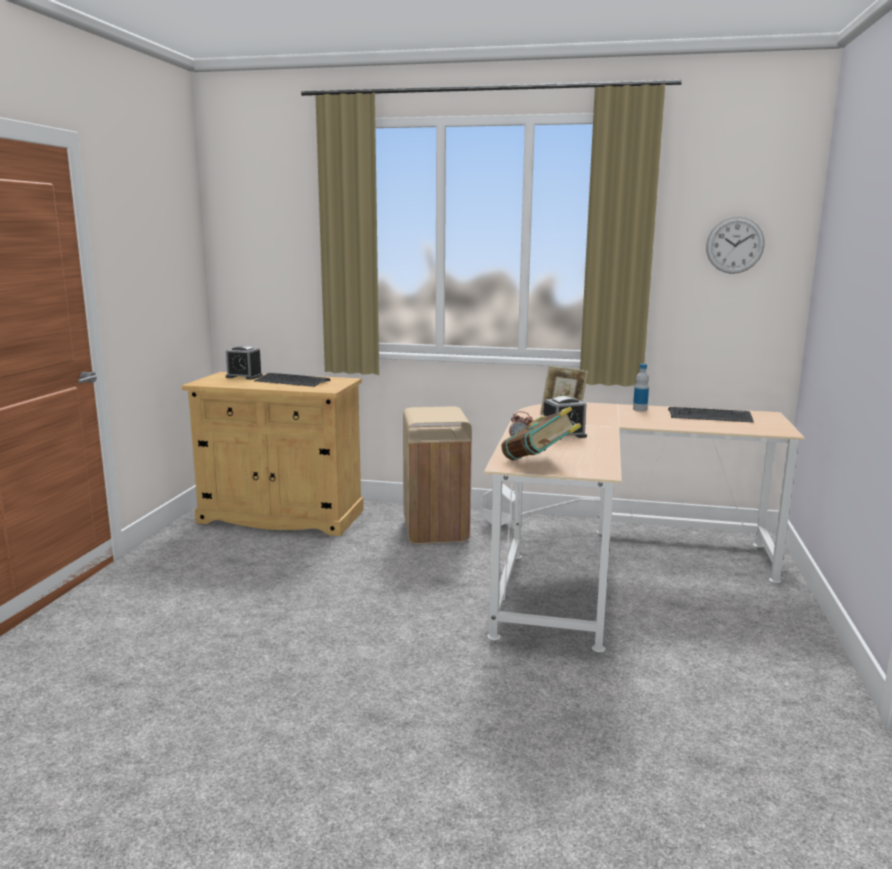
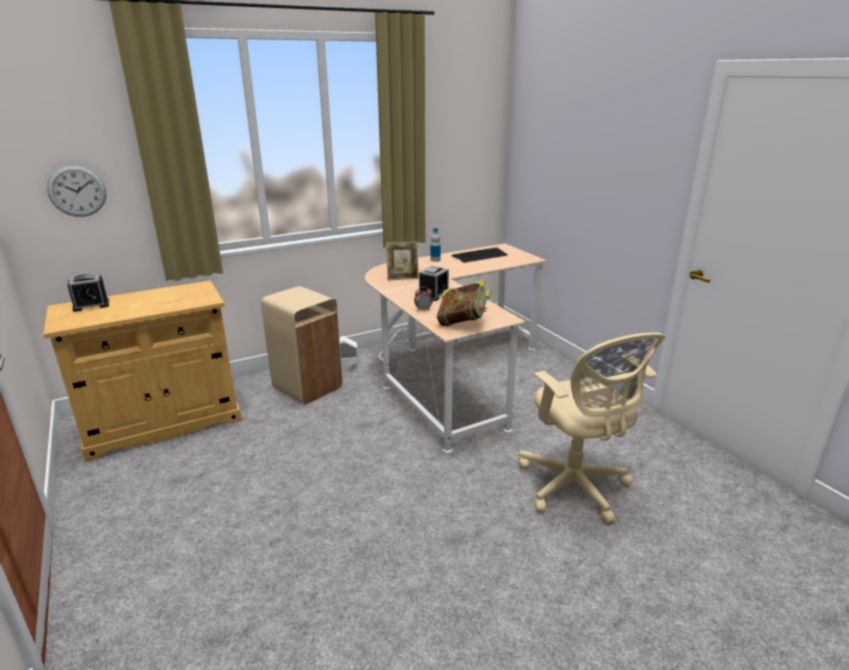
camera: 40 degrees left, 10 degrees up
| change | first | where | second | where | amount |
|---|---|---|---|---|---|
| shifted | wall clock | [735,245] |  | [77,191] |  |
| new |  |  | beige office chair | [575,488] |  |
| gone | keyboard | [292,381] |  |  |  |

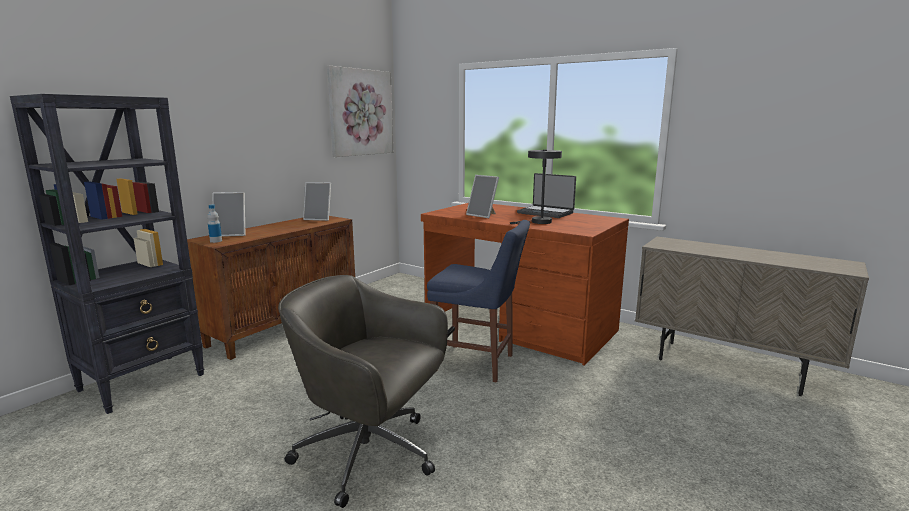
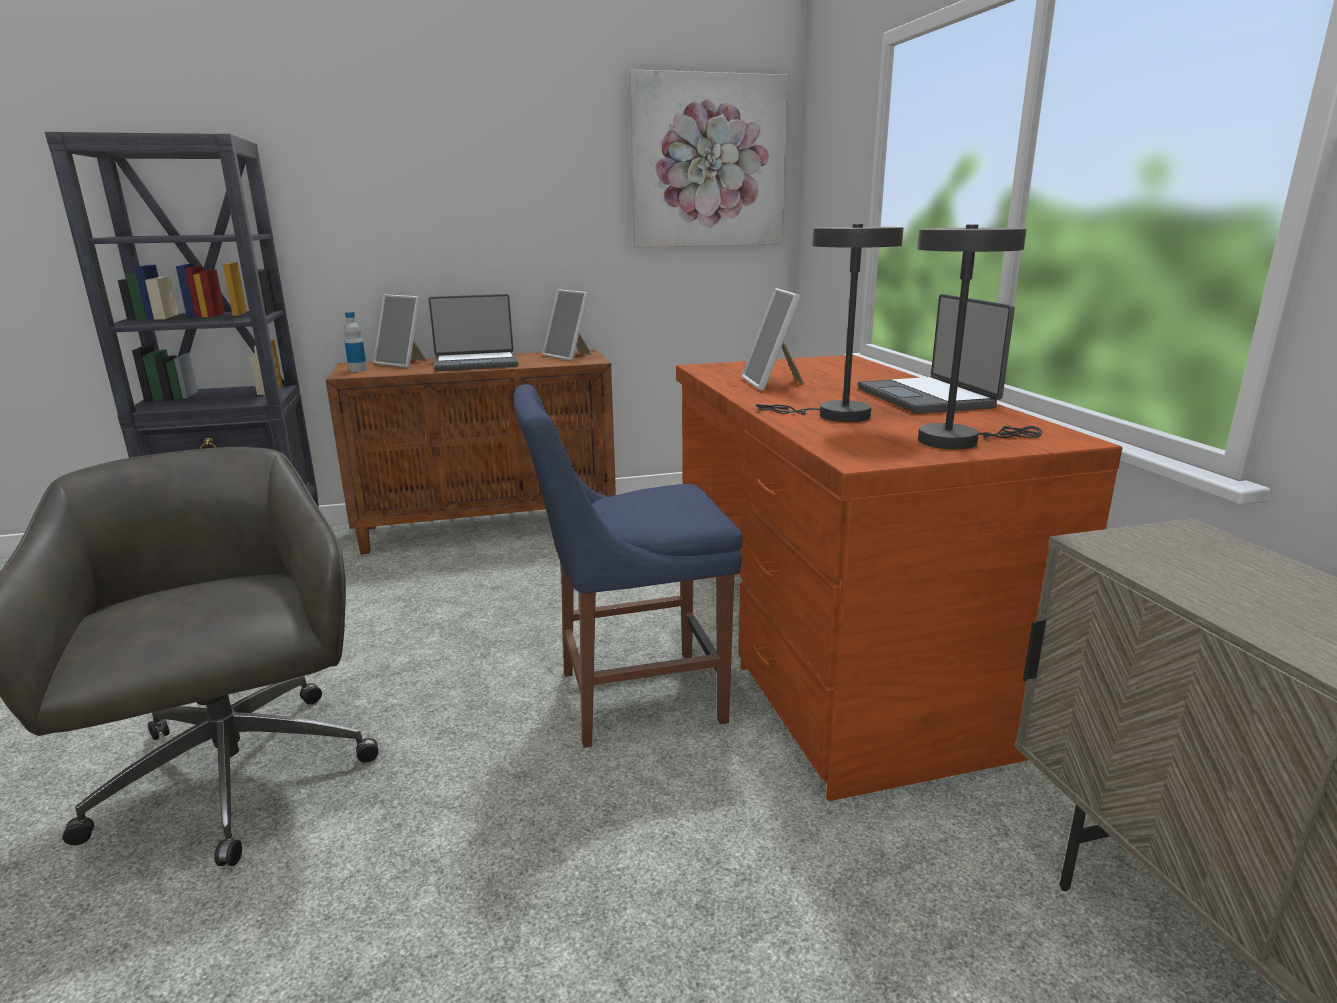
camera: 40 degrees right, 5 degrees up
| change | first | where | second | where | amount |
|---|---|---|---|---|---|
| new |  |  | laptop | [476,363] |  |
| rotated | blue chair | [478,363] |  | [631,697] | 105 degrees clockwise |
| new |  |  | grey table lamp | [957,440] |  |

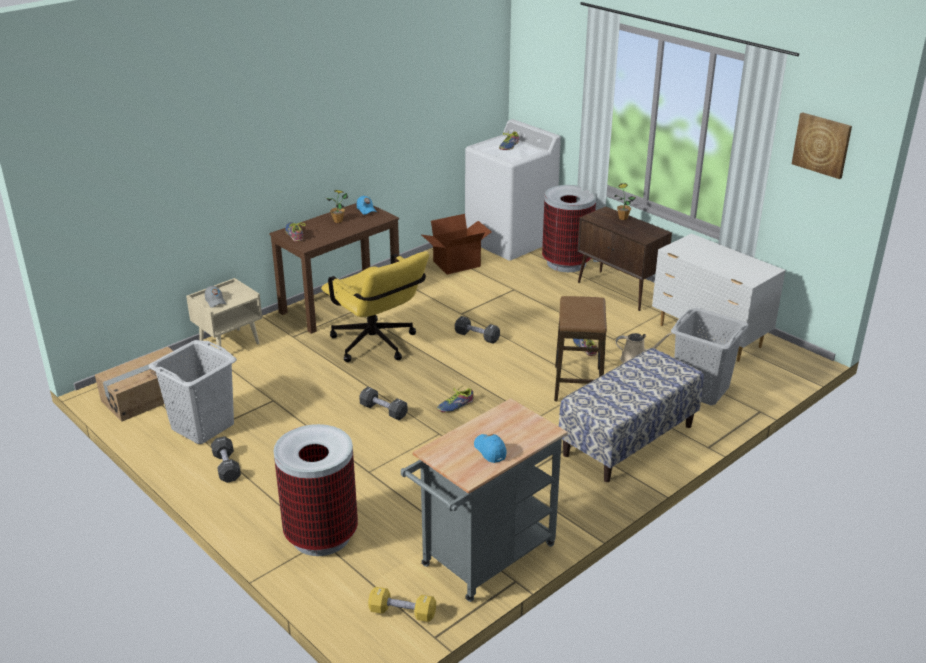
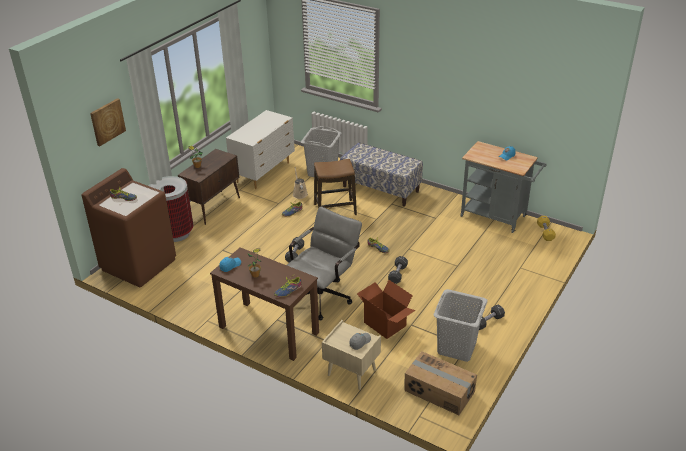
camera: 105 degrees left, 5 degrees up
| change | first | where | second | where | amount |
|---|---|---|---|---|---|
| repainted | white washing machine | [510,241] | brown washing machine | [139,264] |  |
| shifted | picture | [822,145] |  | [107,121] |  |
| repainted | yellow office chair | [377,346] | grey office chair | [324,295] |  |
| shifted | cardboard box | [457,264] |  | [385,324] |  |
| gone | trash can | [321,535] |  |  |  |

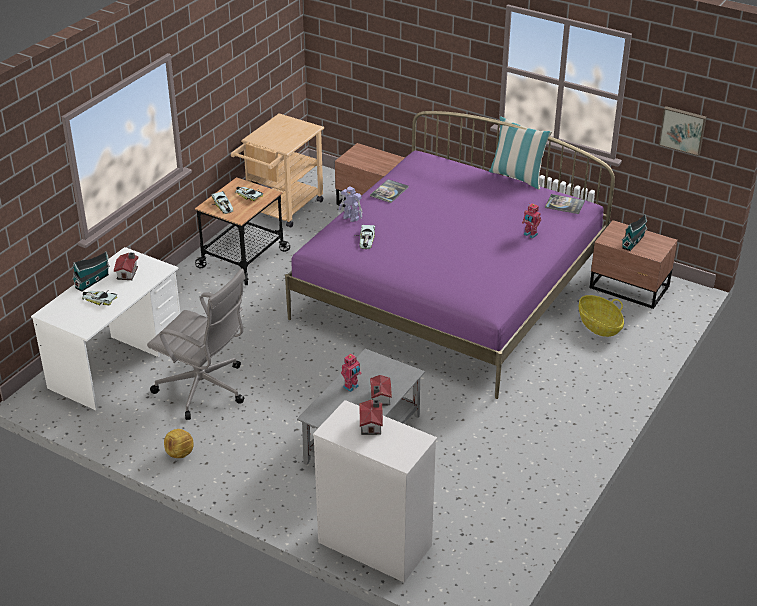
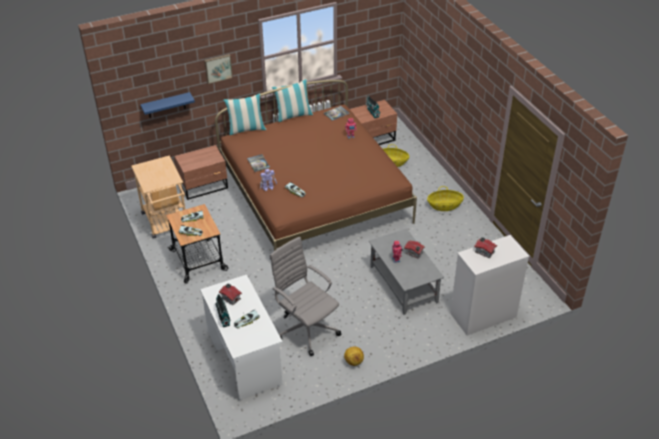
camera: 55 degrees left, 5 degrees up
| change | first | where | second | where | amount |
|---|---|---|---|---|---|
| new |  |  | blue shelf | [166,105] |  |
| shifted | picture | [683,130] |  | [218,68] |  |
| repainted | purple bed | [450,291] | brown bed | [314,196] |  |
| new |  |  | pillow | [246,129] |  |
| rotated | grey office chair | [204,389] |  | [306,328] | 105 degrees counterclockwise |
| new |  |  | basket | [444,206] |  |

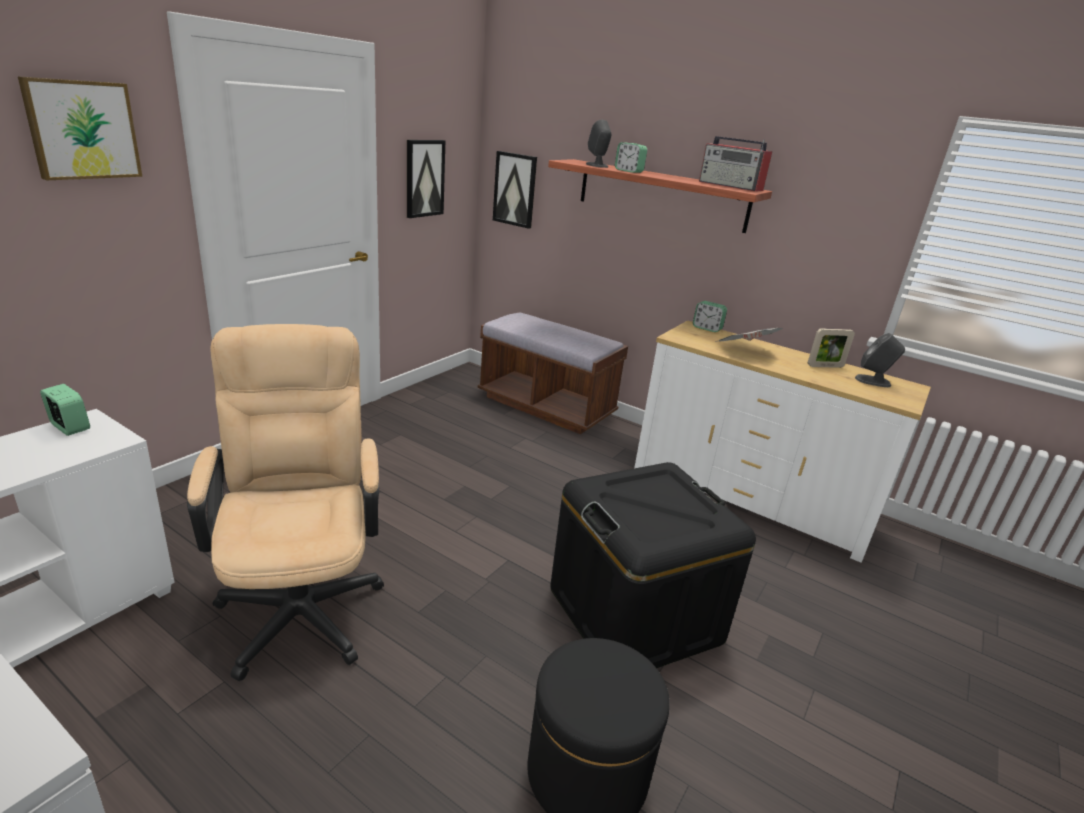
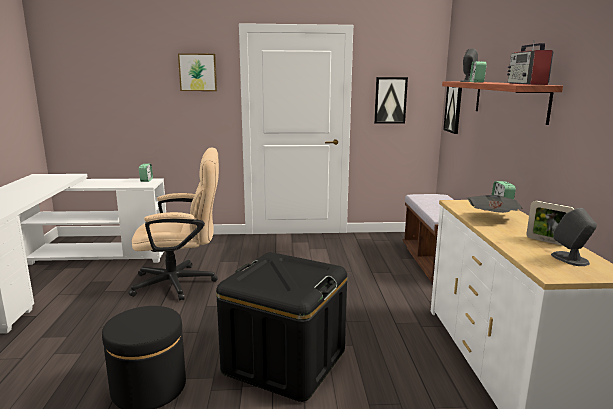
camera: 55 degrees right, 10 degrees down
| change | first | where | second | where | amount |
|---|---|---|---|---|---|
| rotated | beige office chair | [302,600] |  | [182,283] | 45 degrees clockwise |

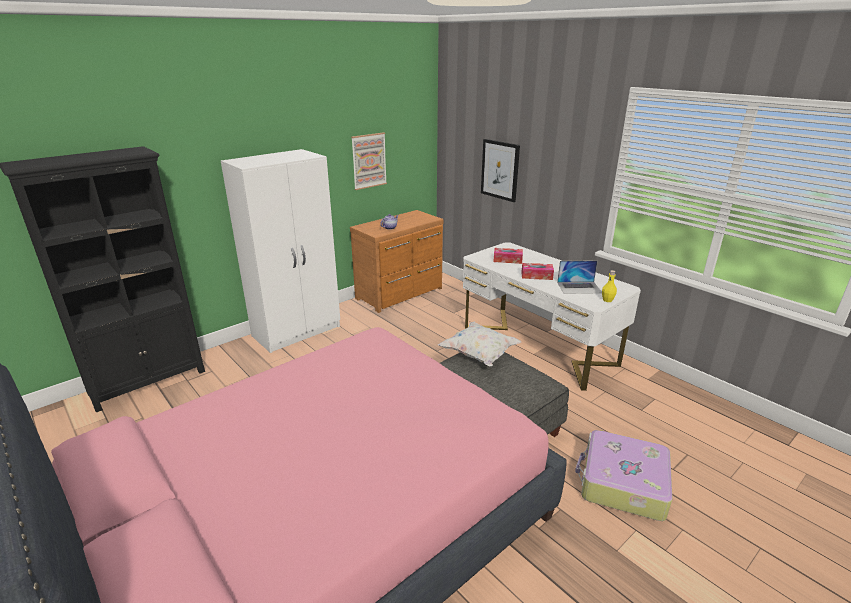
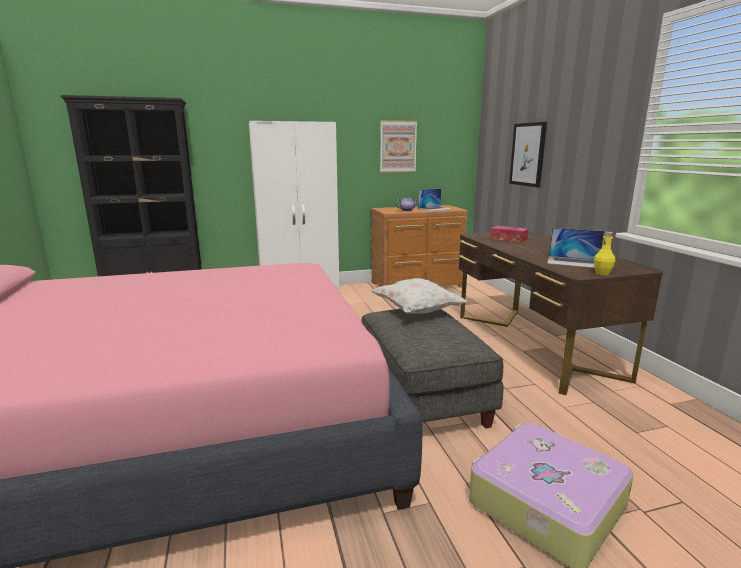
camera: 25 degrees right, 10 degrees down
| change | first | where | second | where | amount |
|---|---|---|---|---|---|
| new |  |  | laptop | [435,208] |  |
| repainted | white desk | [537,345] | brown desk | [533,344] |  |
| gone | tissue box | [536,276] |  |  |  |

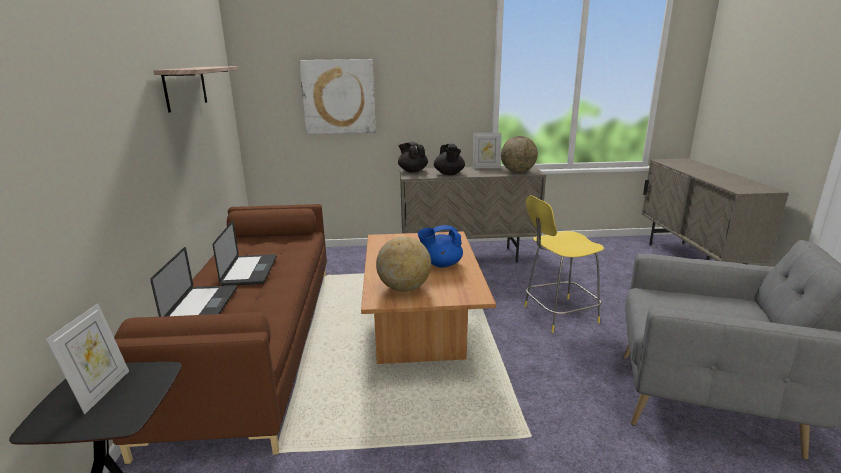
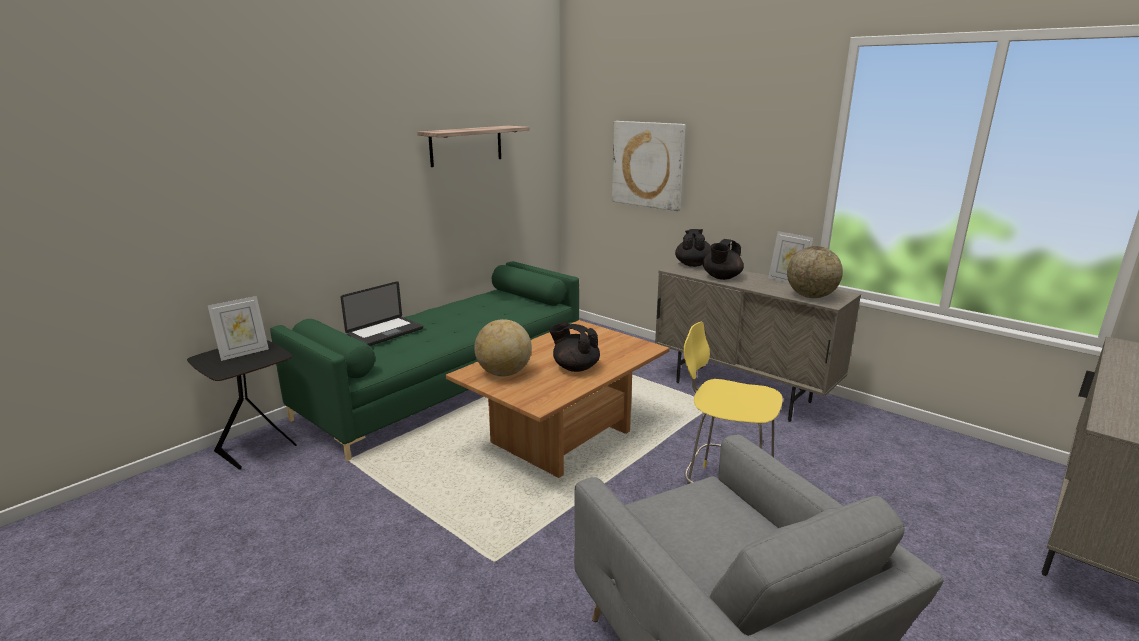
camera: 45 degrees right, 0 degrees up
| change | first | where | second | where | amount |
|---|---|---|---|---|---|
| repainted | brown sofa | [254,340] | green sofa | [448,383] |  |
| repainted | blue teapot | [441,264] | black teapot | [575,367] |  |
| gone | laptop | [250,271] |  |  |  |

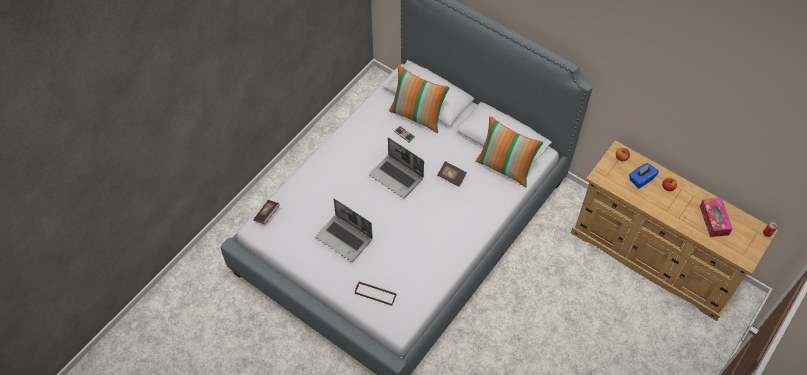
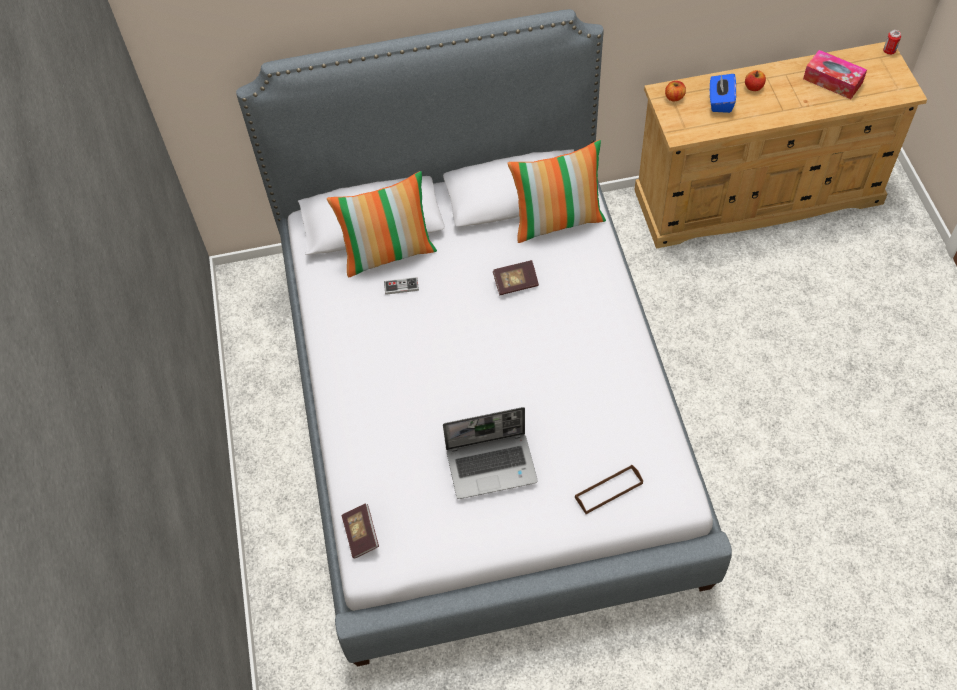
camera: 45 degrees left, 0 degrees up
| change | first | where | second | where | amount |
|---|---|---|---|---|---|
| gone | laptop | [397,177] |  |  |  |

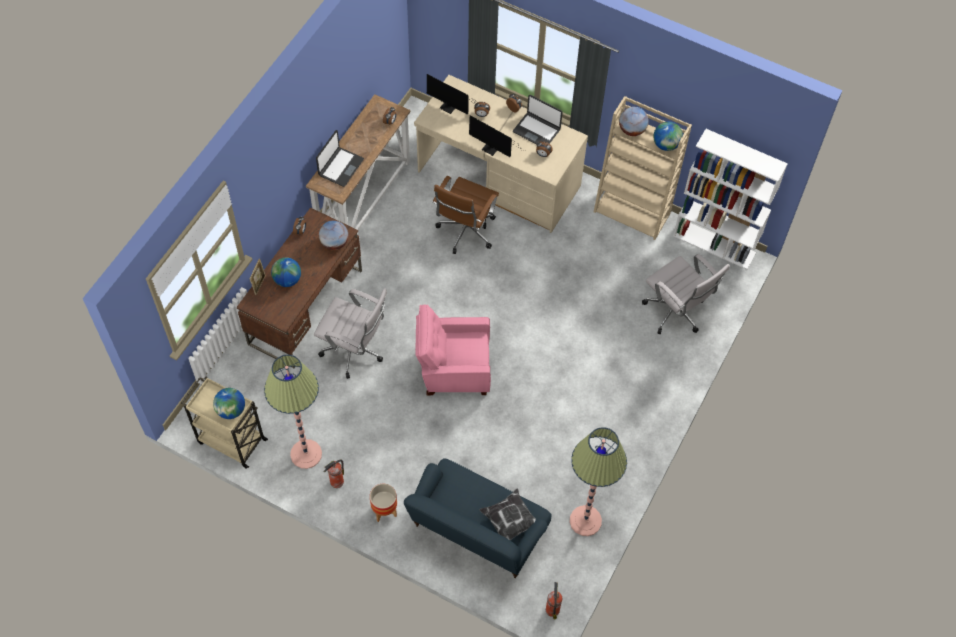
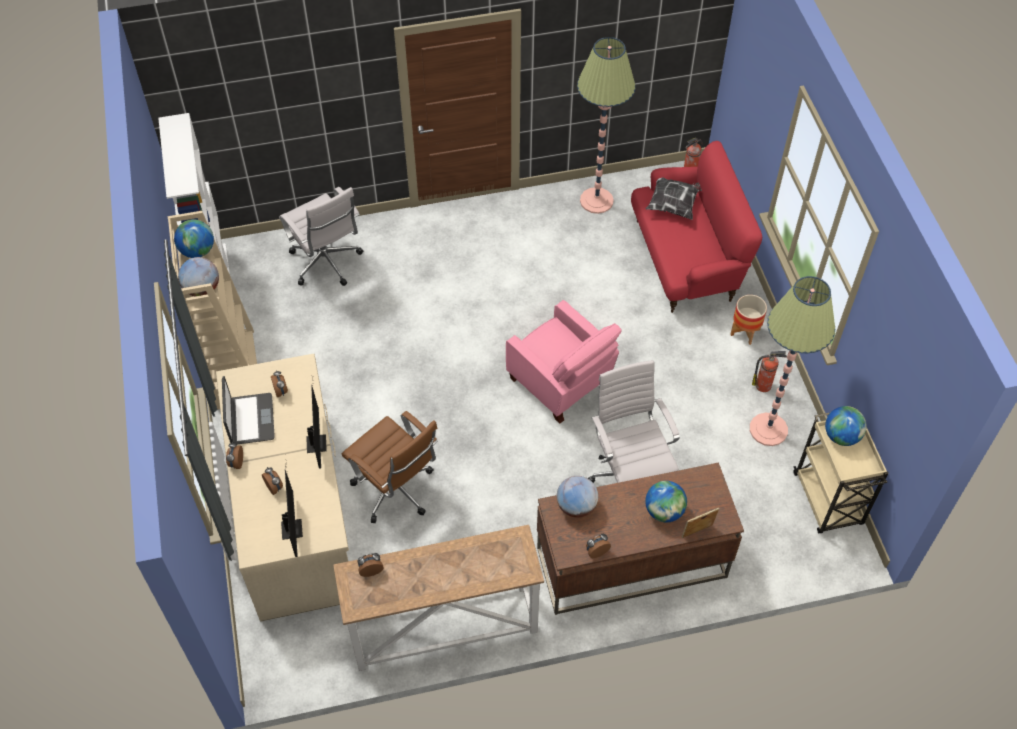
camera: 130 degrees left, 5 degrees down
| change | first | where | second | where | amount |
|---|---|---|---|---|---|
| rotated | white office chair | [676,313] |  | [327,264] | 135 degrees clockwise |
| rotated | brown office chair | [465,233] |  | [396,491] | 60 degrees clockwise |
| repainted | blue sofa | [477,531] | red sofa | [686,259] |  |
| gone | laptop | [340,167] |  |  |  |

